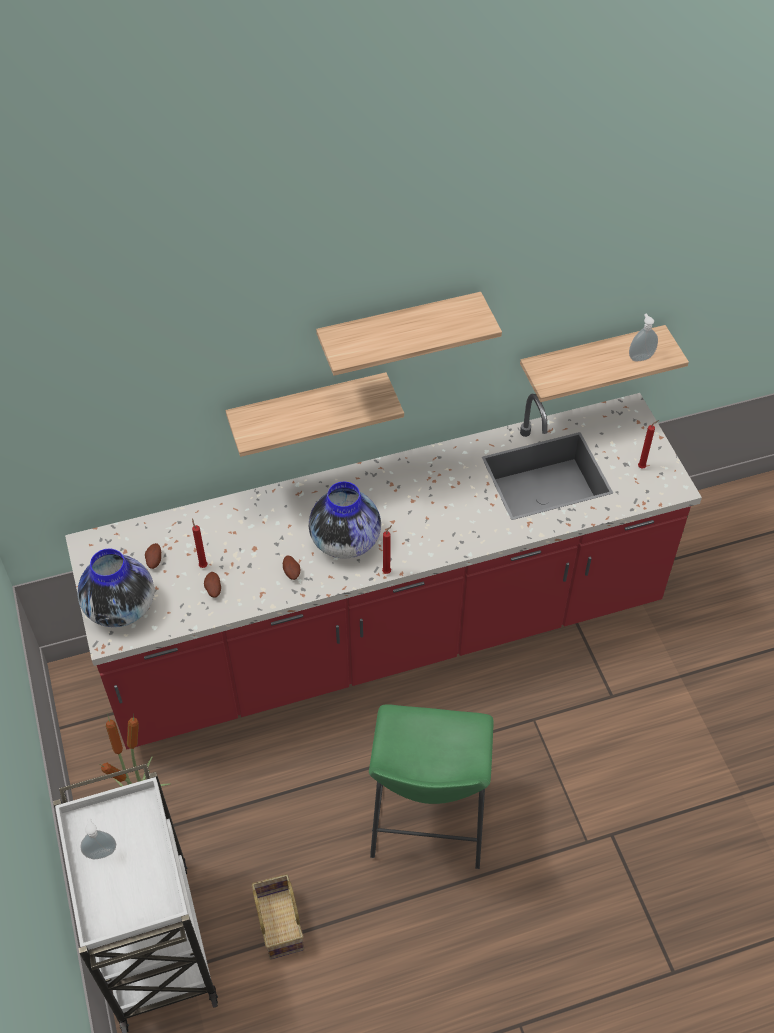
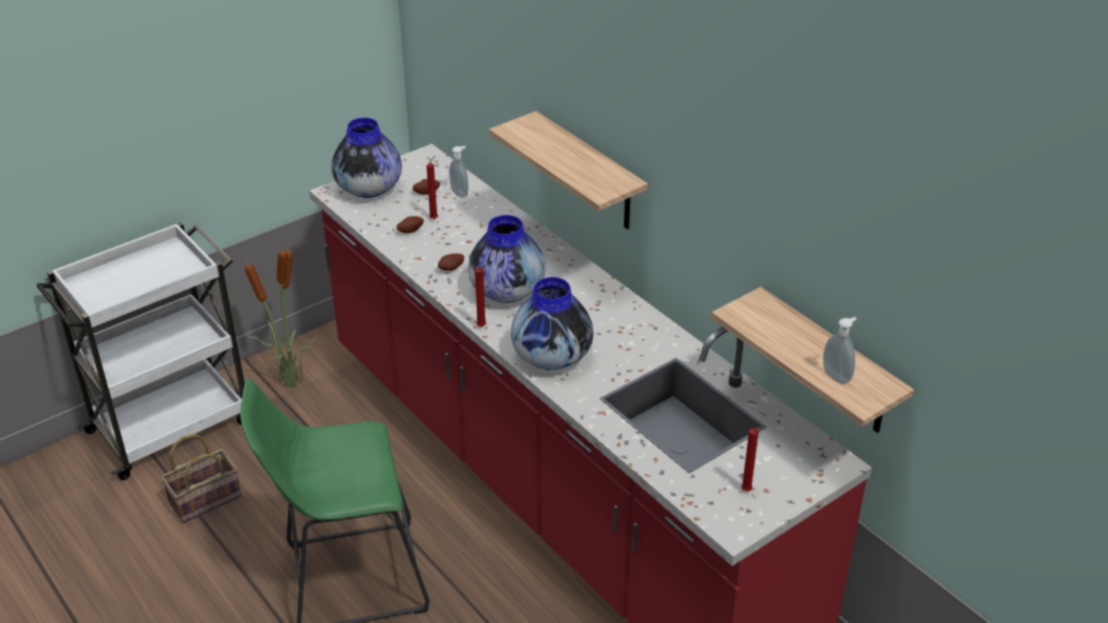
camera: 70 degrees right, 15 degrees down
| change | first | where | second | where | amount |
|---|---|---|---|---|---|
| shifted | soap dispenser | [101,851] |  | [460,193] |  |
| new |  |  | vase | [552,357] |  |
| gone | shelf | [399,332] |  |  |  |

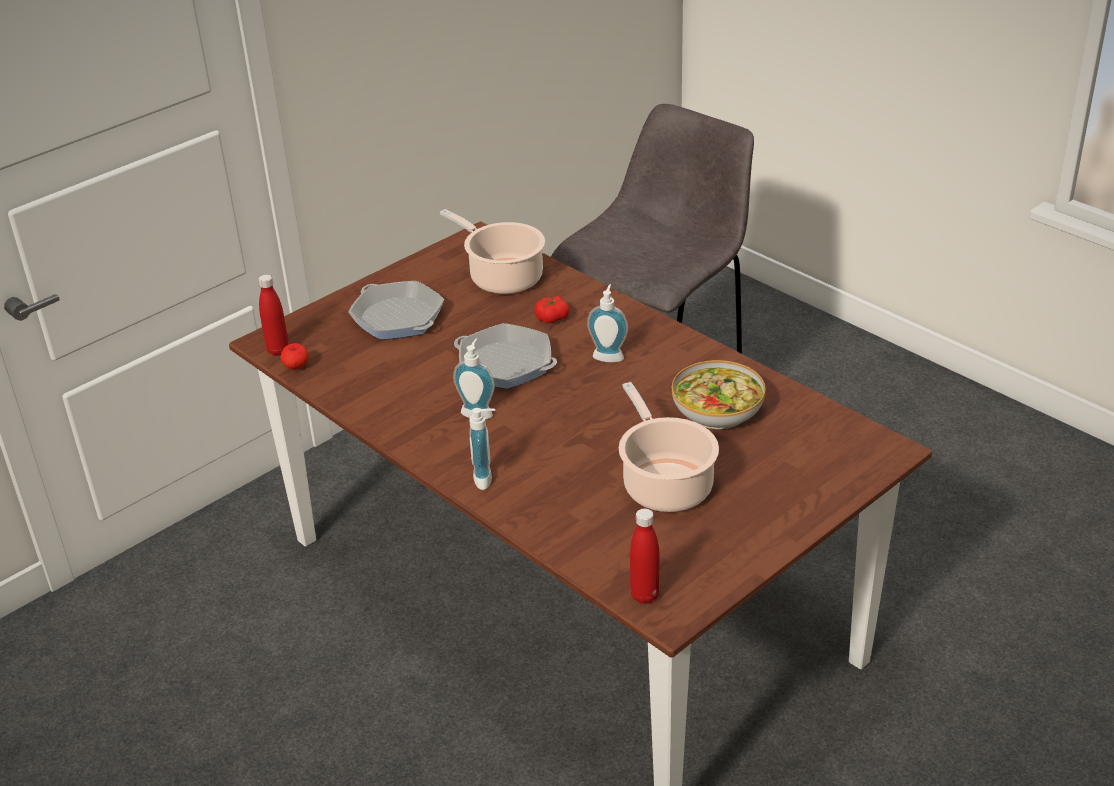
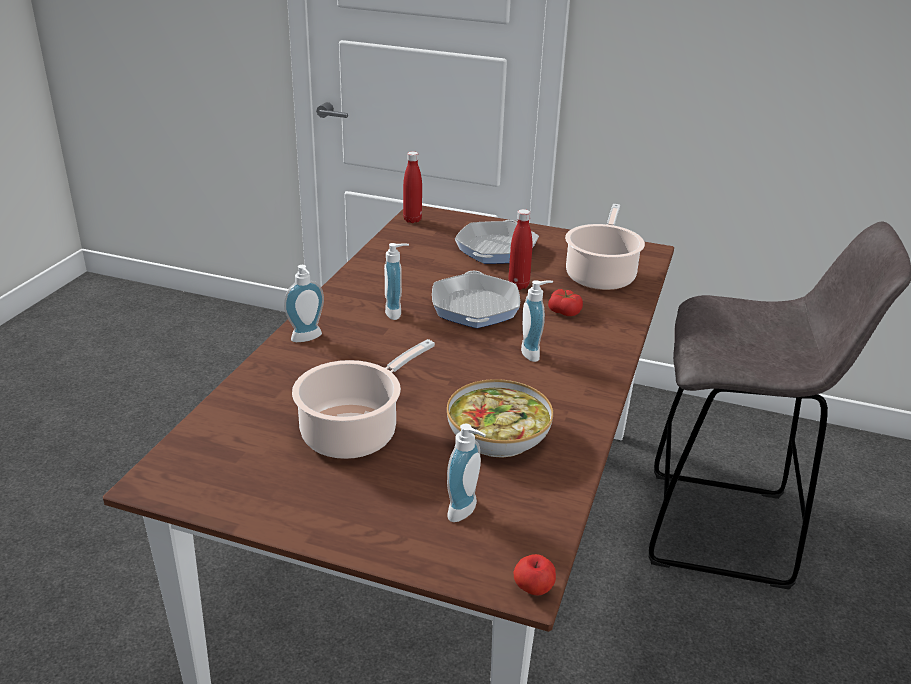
camera: 60 degrees right, 5 degrees down
| change | first | where | second | where | amount |
|---|---|---|---|---|---|
| new |  |  | soap dispenser | [466,512] |  |
| shifted | red bottle | [644,595] |  | [518,285] |  |
| shifted | apple | [296,367] |  | [533,589] |  |

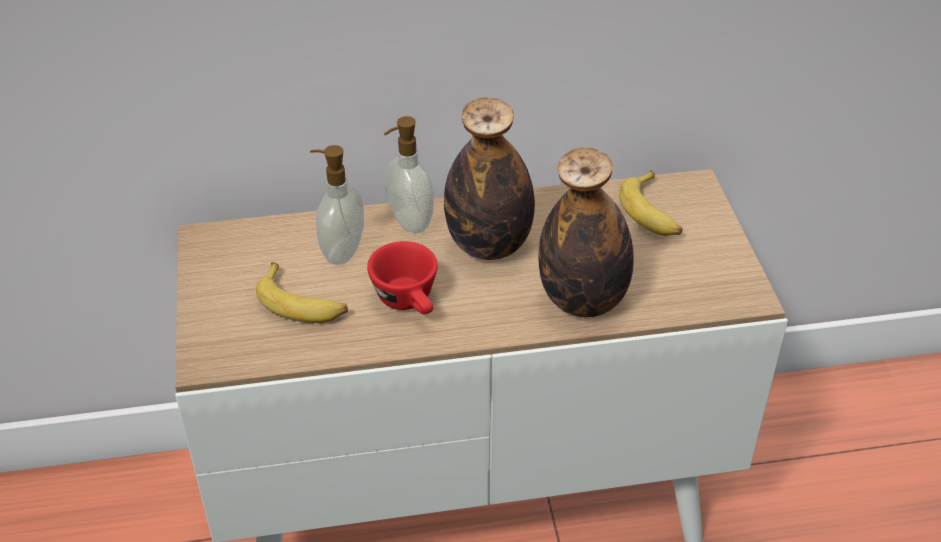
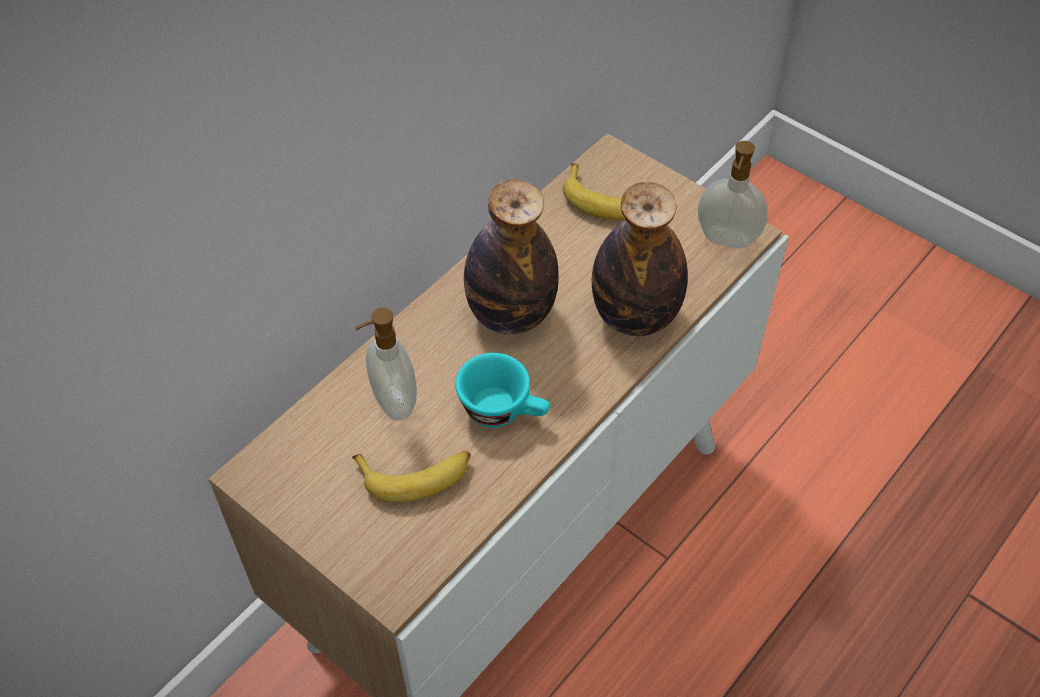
camera: 40 degrees left, 10 degrees up
| change | first | where | second | where | amount |
|---|---|---|---|---|---|
| repainted | red cup | [409,302] | turquoise cup | [504,411] |  |
| shifted | soap dispenser | [408,222] |  | [727,240] |  |

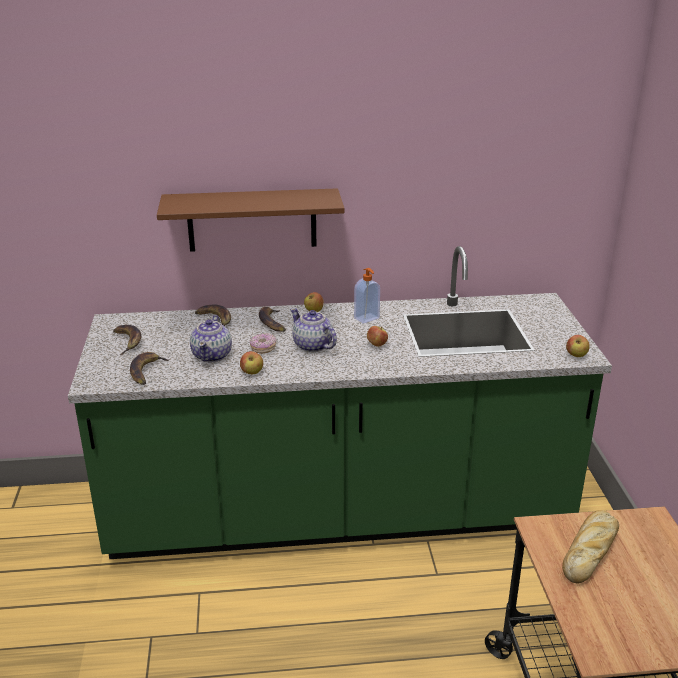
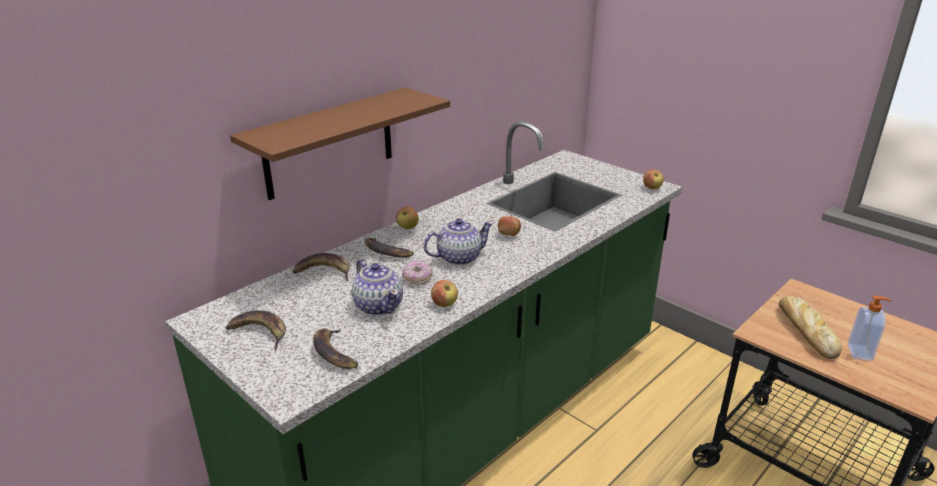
camera: 40 degrees left, 0 degrees up
| change | first | where | second | where | amount |
|---|---|---|---|---|---|
| rotated | teapot | [313,346] |  | [458,257] | 150 degrees clockwise |
| shifted | soap dispenser | [367,318] |  | [860,352] |  |

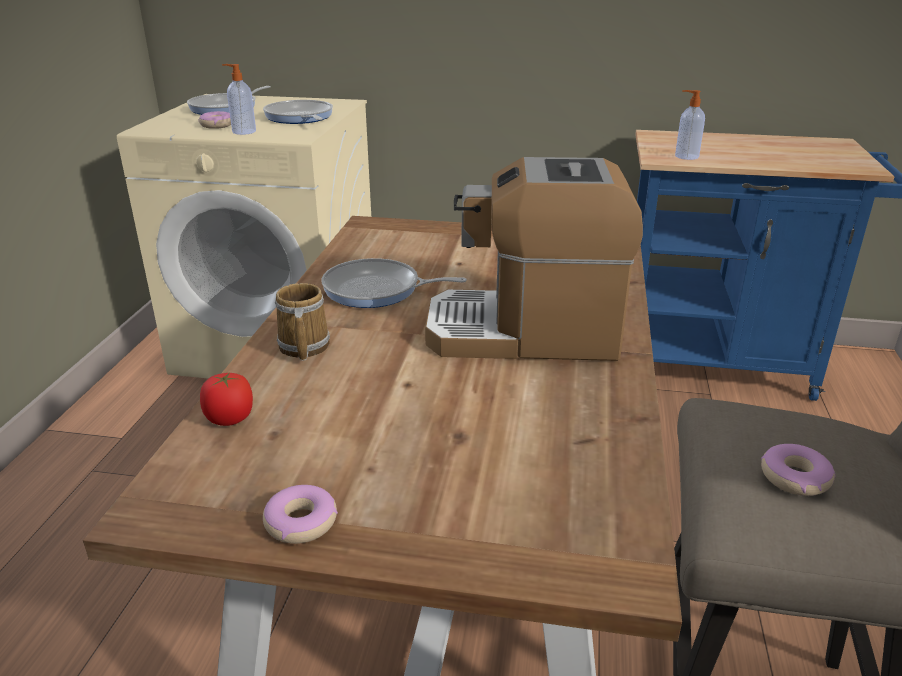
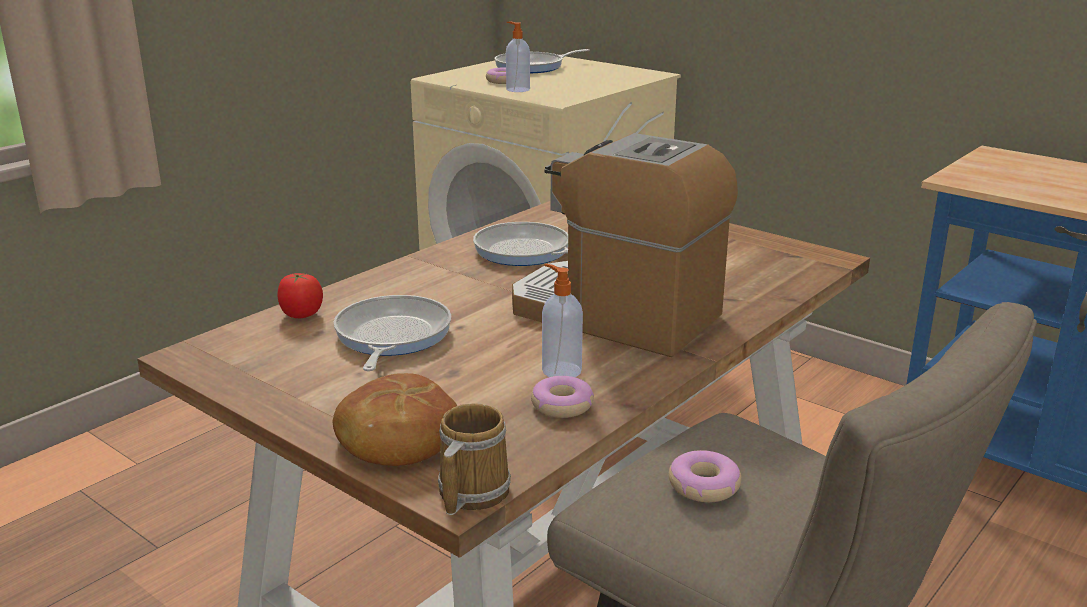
camera: 30 degrees right, 5 degrees down
| change | first | where | second | where | amount |
|---|---|---|---|---|---|
| new |  |  | bread | [397,438] |  |
| shifted | frying pan | [300,118] |  | [391,337] |  |
| shifted | mug | [302,347] |  | [469,492] |  |
| shifted | donut | [301,522] |  | [562,405] |  |
| shifted | soap dispenser | [685,156] |  | [560,370] |  |

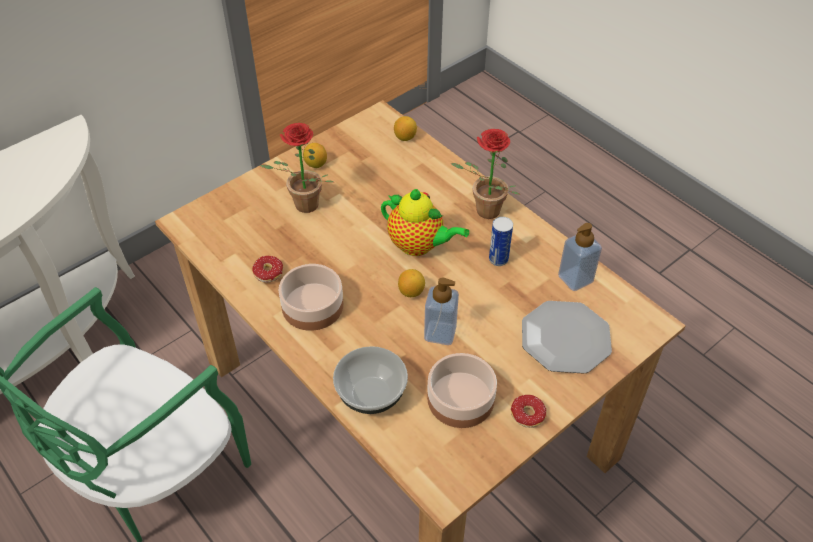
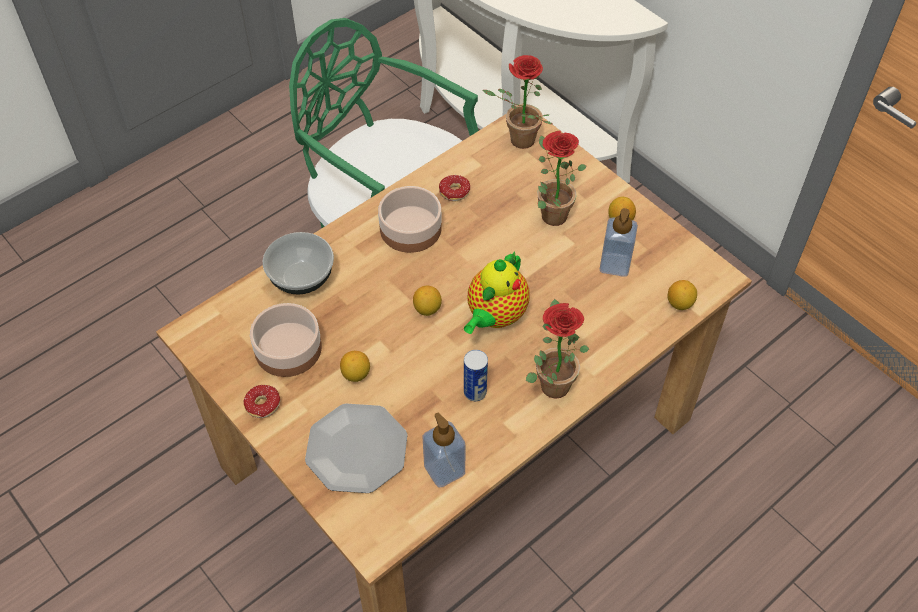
camera: 90 degrees right, 5 degrees up
| change | first | where | second | where | amount |
|---|---|---|---|---|---|
| new |  |  | lemon | [356,374] |  |
| new |  |  | potted plant | [517,141] |  |
| shifted | soap dispenser | [440,333] |  | [615,265] |  |

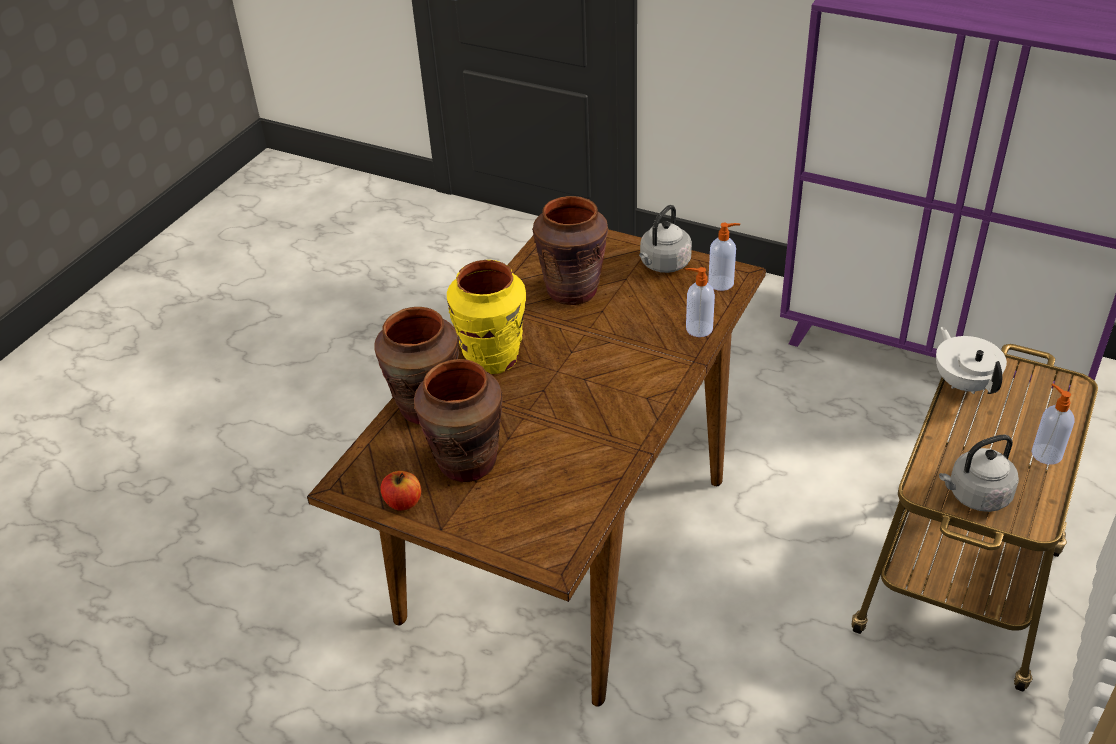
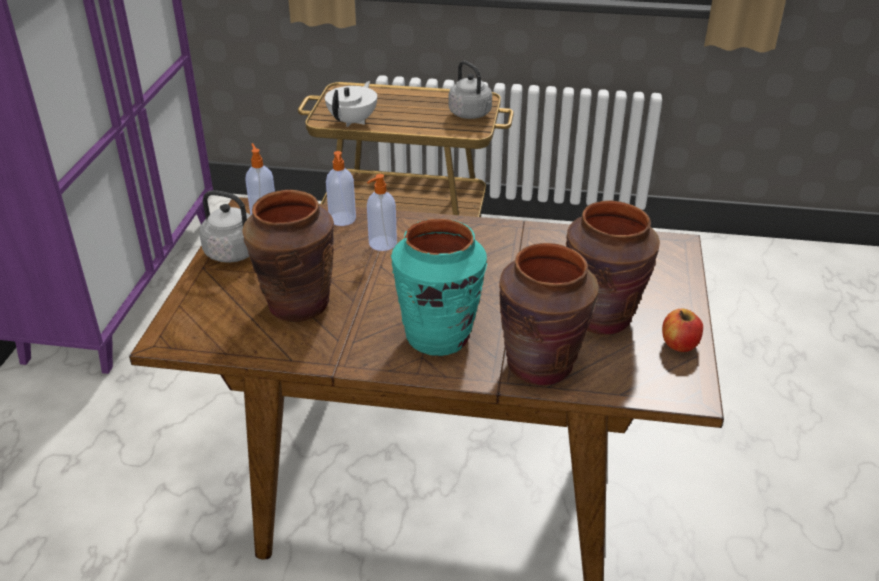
camera: 110 degrees left, 5 degrees down
| change | first | where | second | where | amount |
|---|---|---|---|---|---|
| rotated | white teapot | [964,383] |  | [353,121] | 150 degrees clockwise |
| shifted | soap dispenser | [1045,453] |  | [382,244] |  |
| repainted | yellow vase | [492,358] | turquoise vase | [438,337] |  |

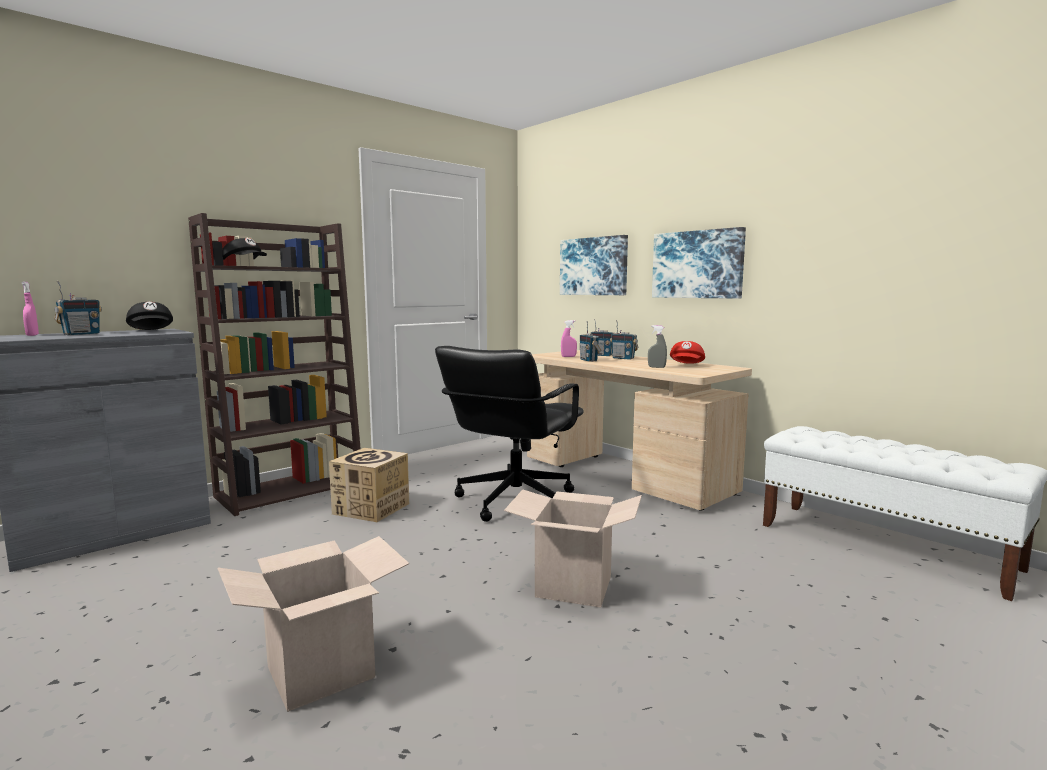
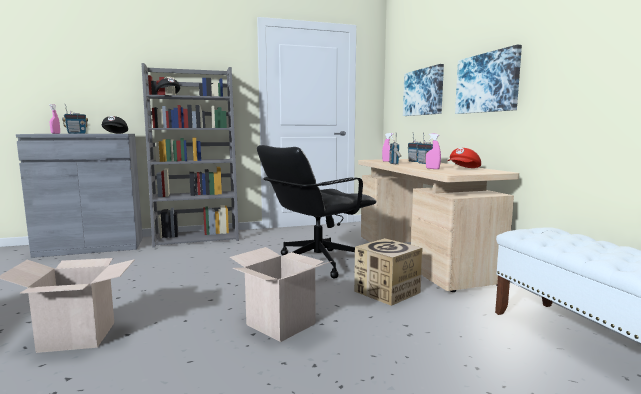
camera: 25 degrees right, 0 degrees up
| change | first | where | second | where | amount |
|---|---|---|---|---|---|
| repainted | brown bookcase | [291,490] | grey bookcase | [197,238] |  |
| shifted | cardboard box | [371,509] |  | [387,292] |  |
| repainted | grey spray bottle | [656,367] | pink spray bottle | [432,169] |  |

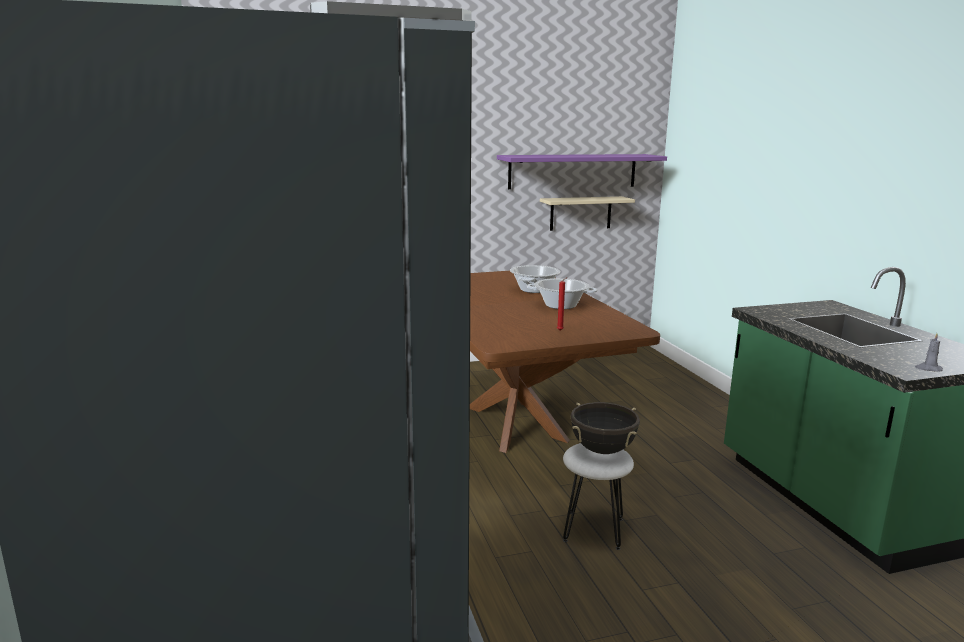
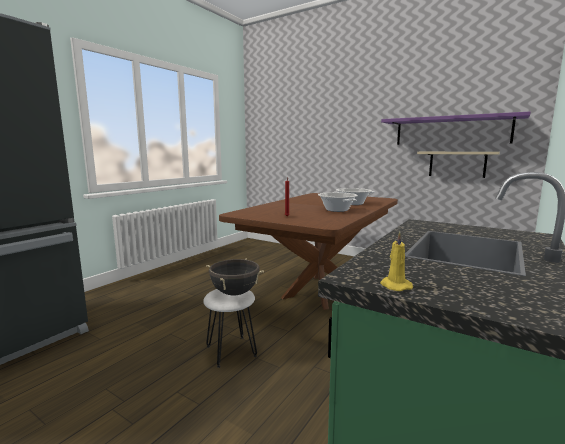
camera: 50 degrees right, 5 degrees down
| change | first | where | second | where | amount |
|---|---|---|---|---|---|
| repainted | grey candle | [928,369] | yellow candle | [394,285] |  |

